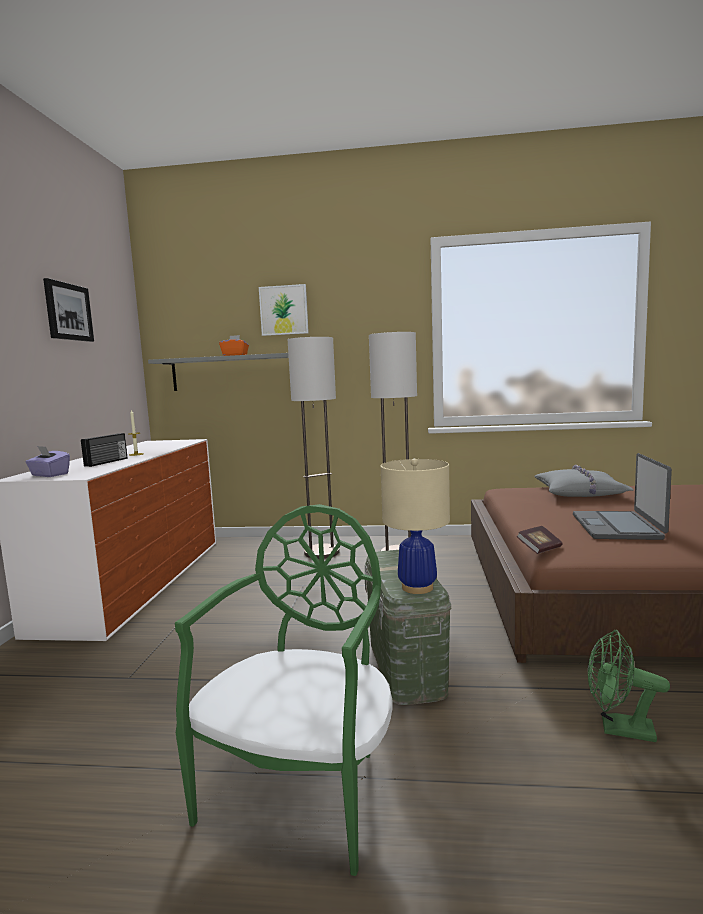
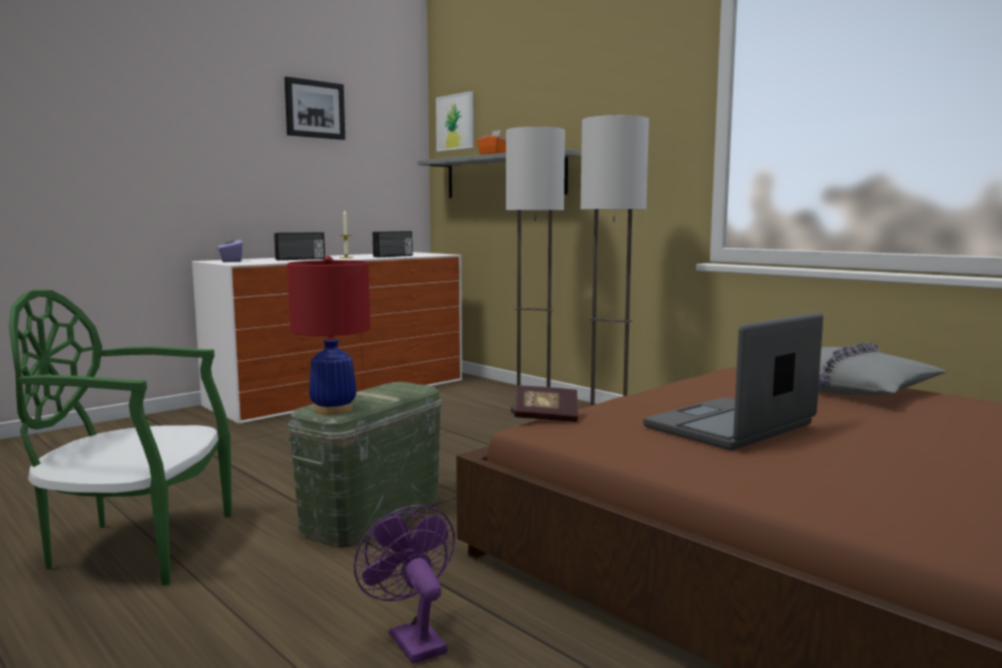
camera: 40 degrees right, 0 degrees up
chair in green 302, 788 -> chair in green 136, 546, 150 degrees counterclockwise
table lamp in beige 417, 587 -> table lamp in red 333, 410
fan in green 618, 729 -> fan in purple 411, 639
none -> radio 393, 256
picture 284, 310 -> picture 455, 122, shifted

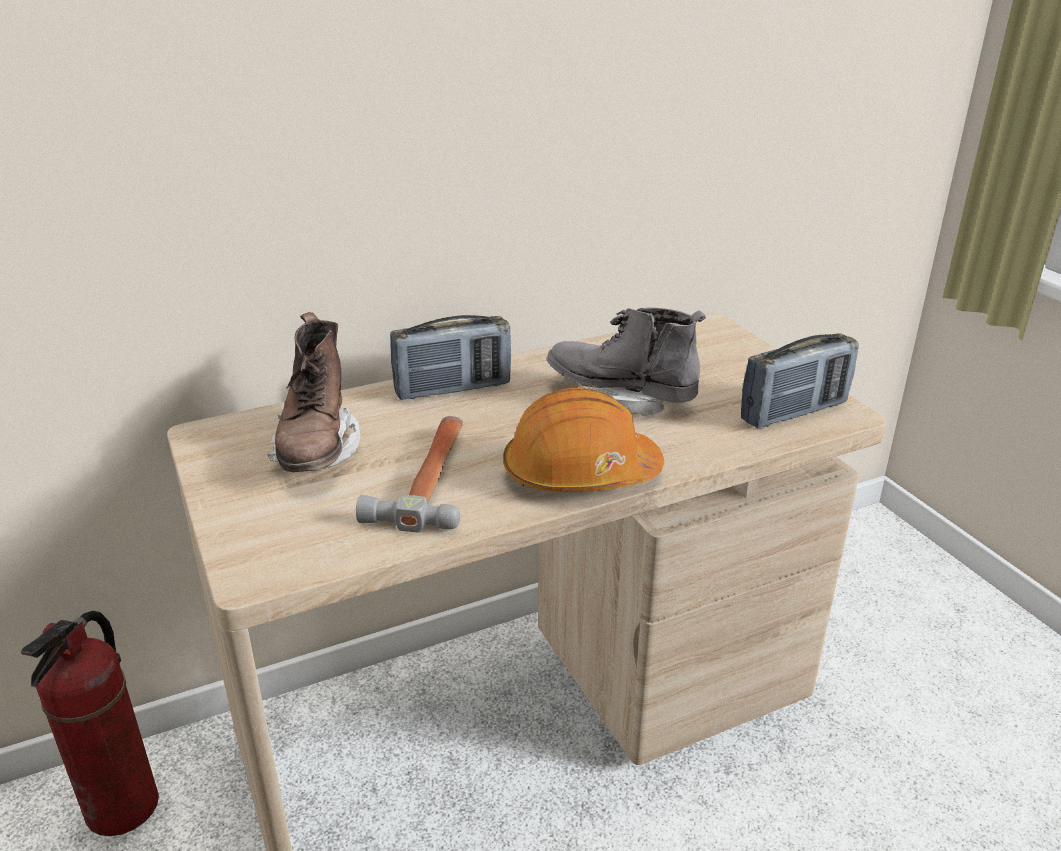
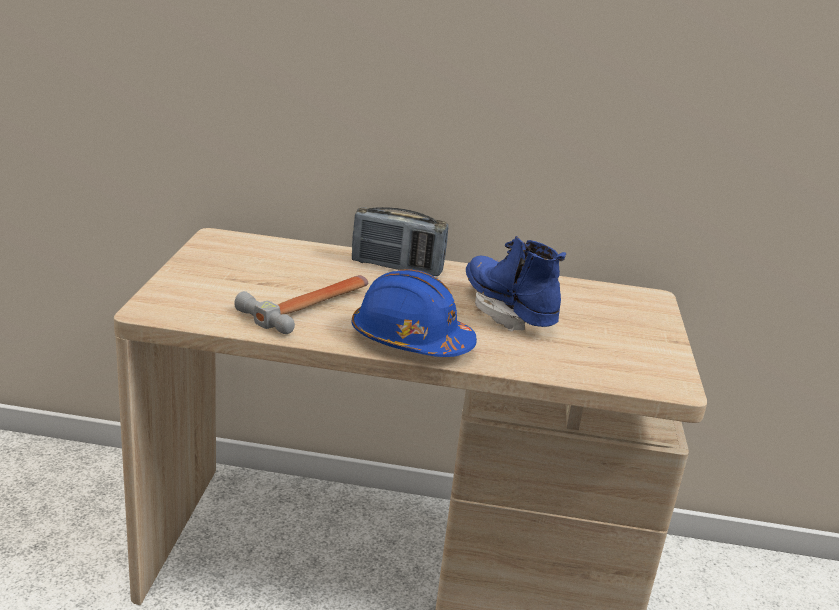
camera: 30 degrees right, 5 degrees down
hard hat in orange 579, 473 -> hard hat in blue 410, 340
boot in grey 621, 396 -> boot in blue 508, 312
fire extinguisher 123, 808 -> none
boot in brown 316, 450 -> none
radio 794, 412 -> none

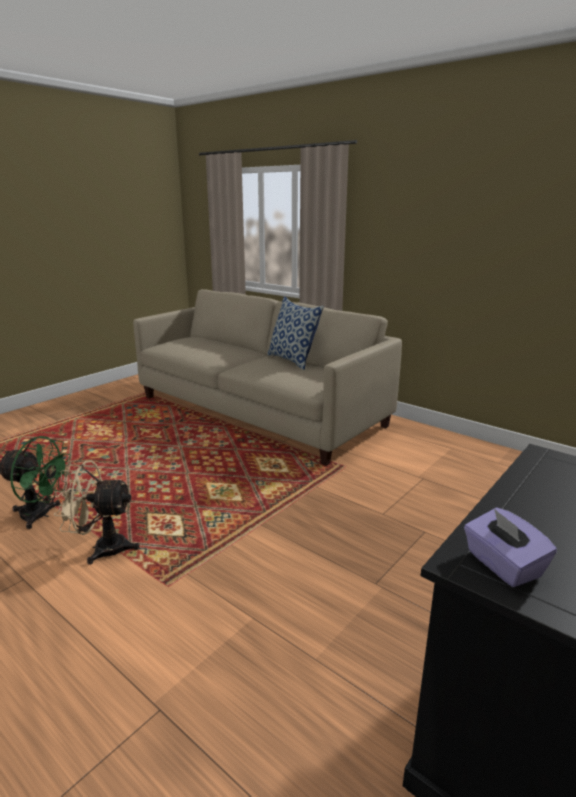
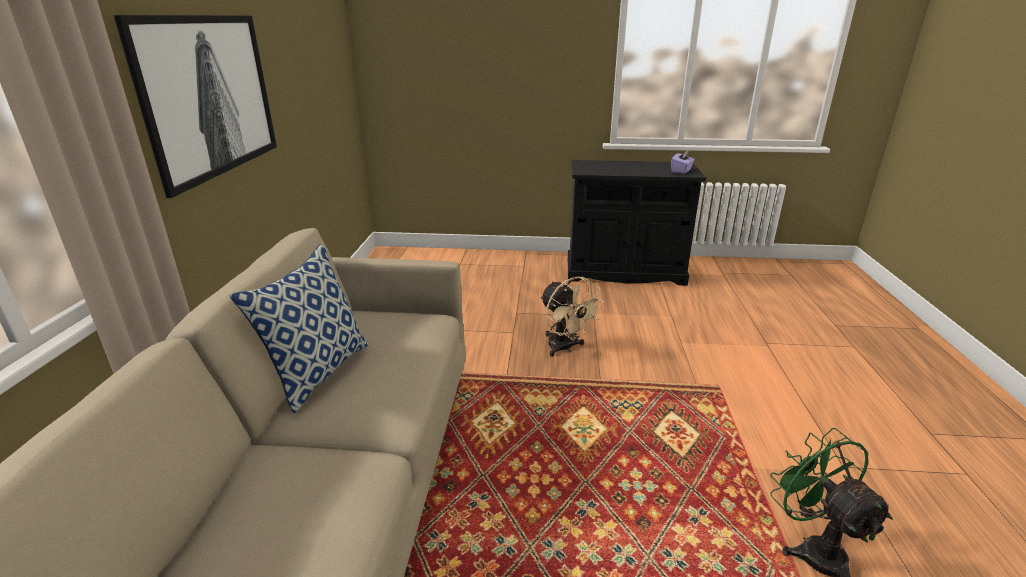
camera: 125 degrees left, 5 degrees up
none -> picture 208, 96
fan in beige 102, 548 -> fan in beige 565, 348, shifted

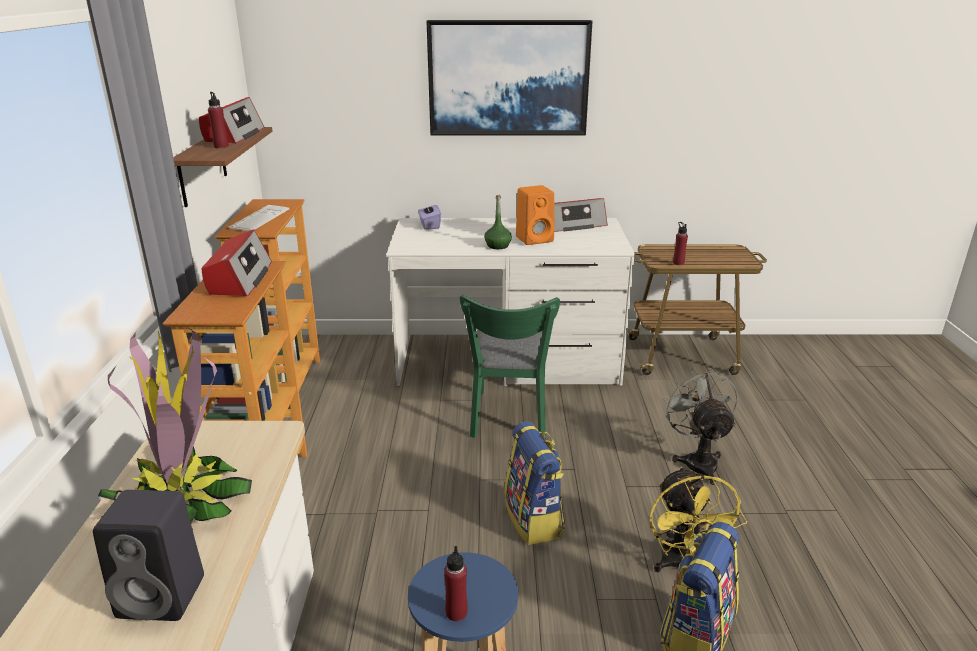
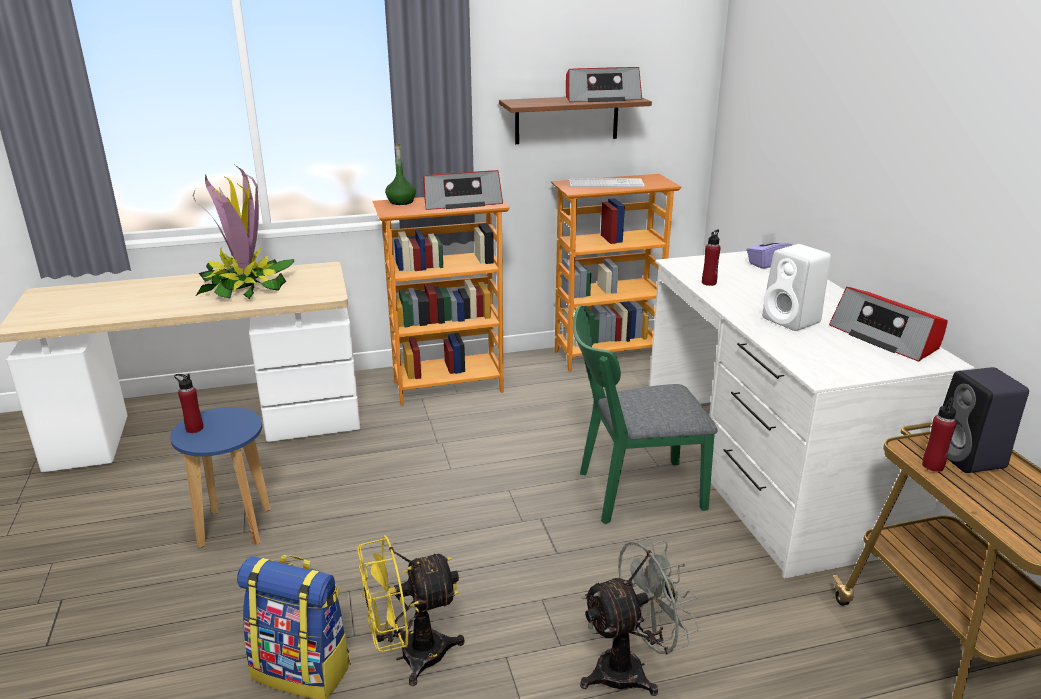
camera: 75 degrees right, 0 degrees up
bottle in green 497, 246 -> bottle in green 401, 202, shifted
bottle in red 221, 146 -> bottle in red 709, 283, shifted
speaker in orange 535, 239 -> speaker in white 793, 321
speaker in black 164, 596 -> speaker in black 970, 458, shifted
picture 508, 78 -> none
backpack 534, 520 -> none

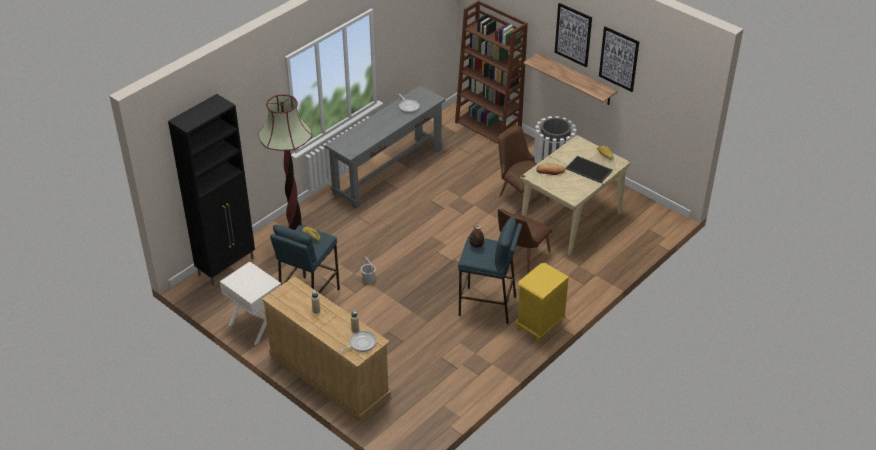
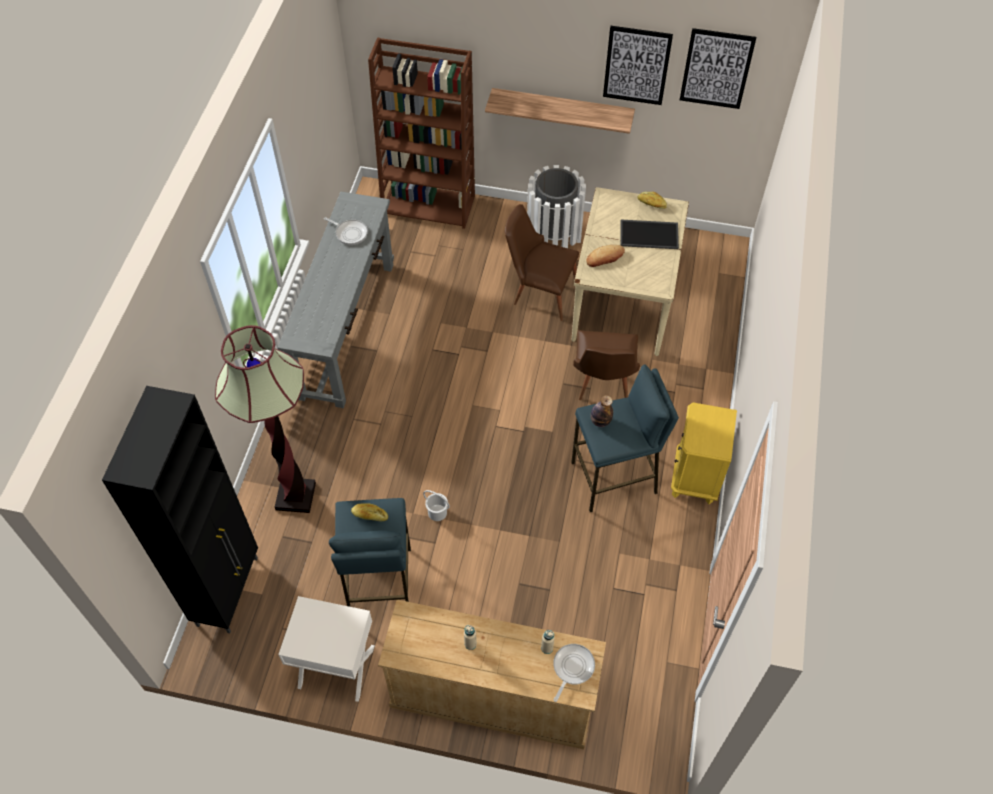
camera: 30 degrees left, 15 degrees up
picture 573, 35 -> picture 716, 68, shifted

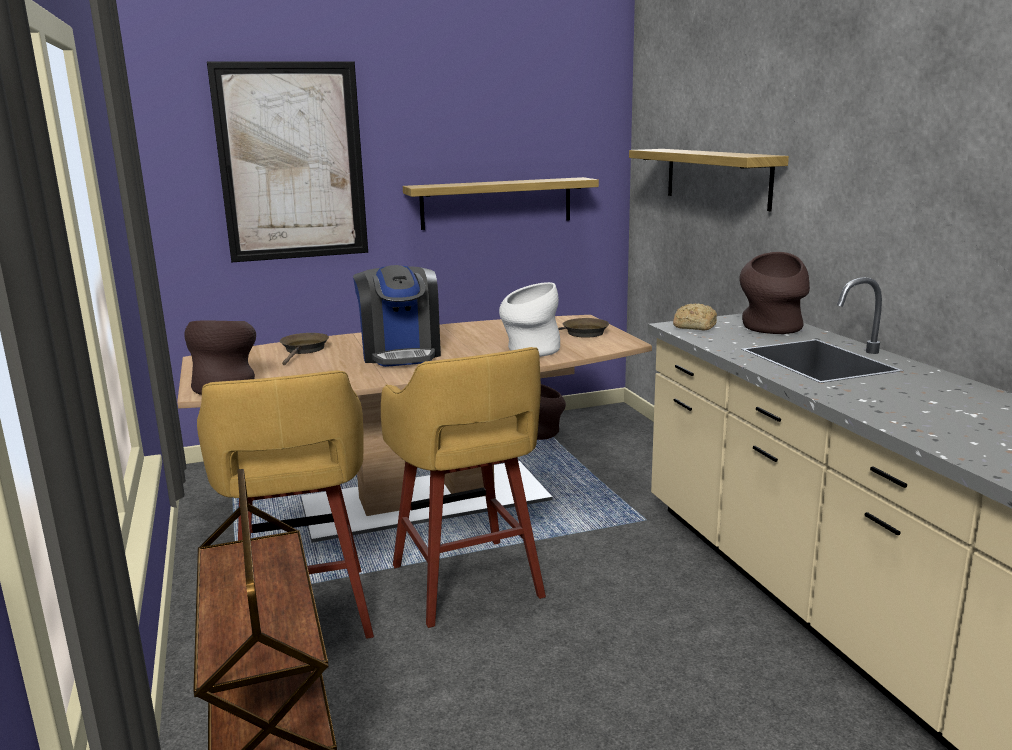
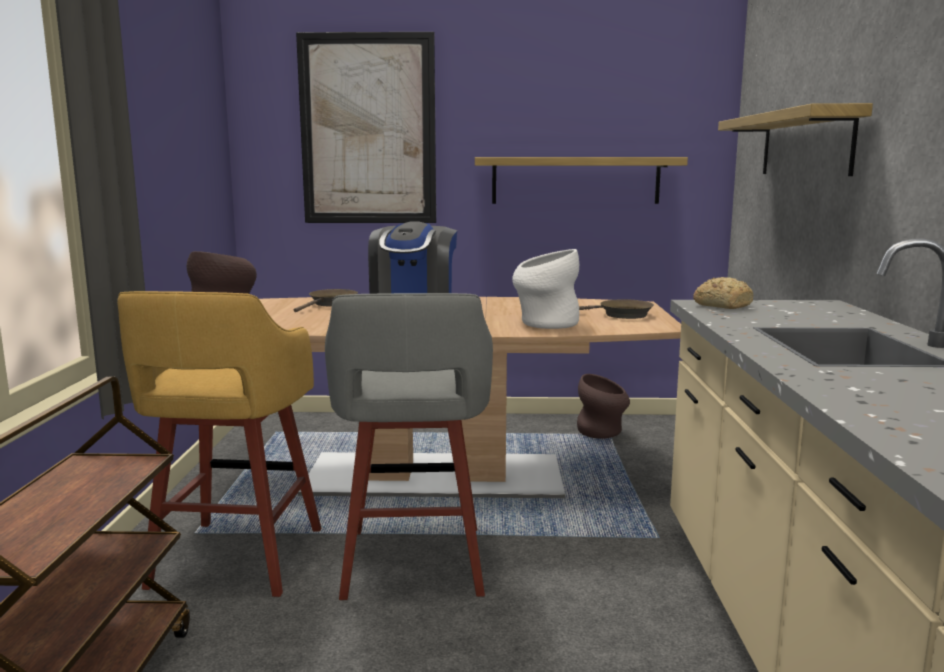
camera: 20 degrees right, 5 degrees down
stool in yellow 467, 584 -> stool in grey 413, 565
vase in brown 771, 329 -> none

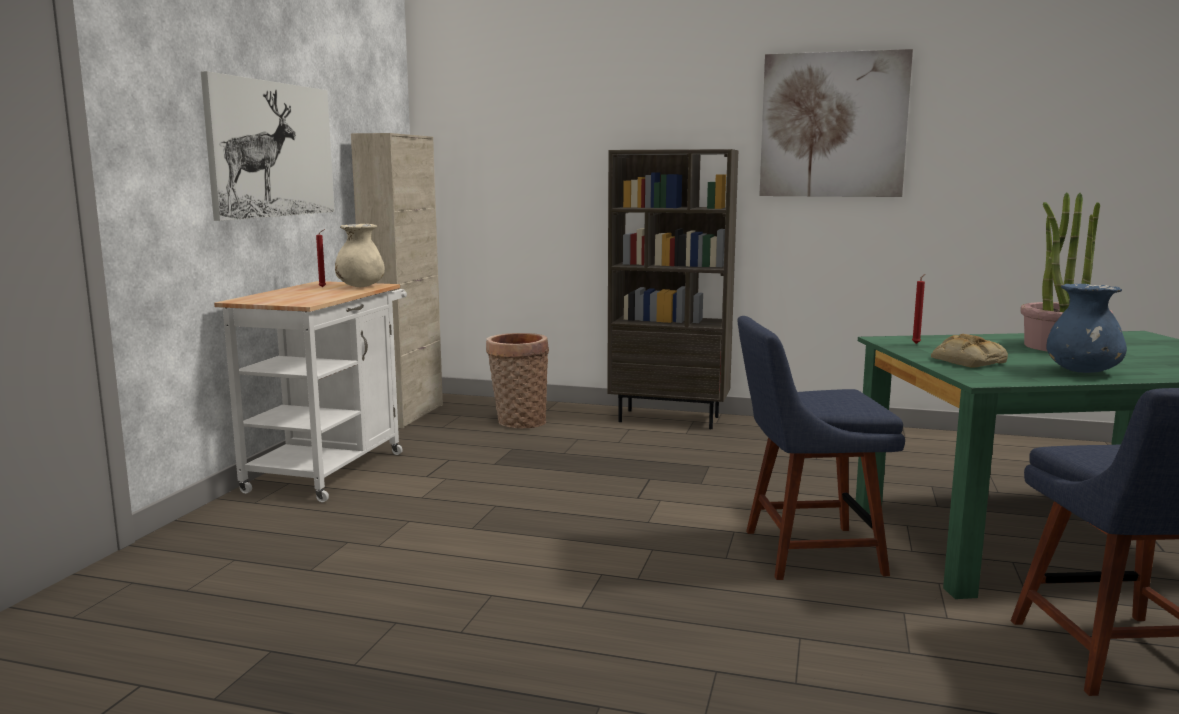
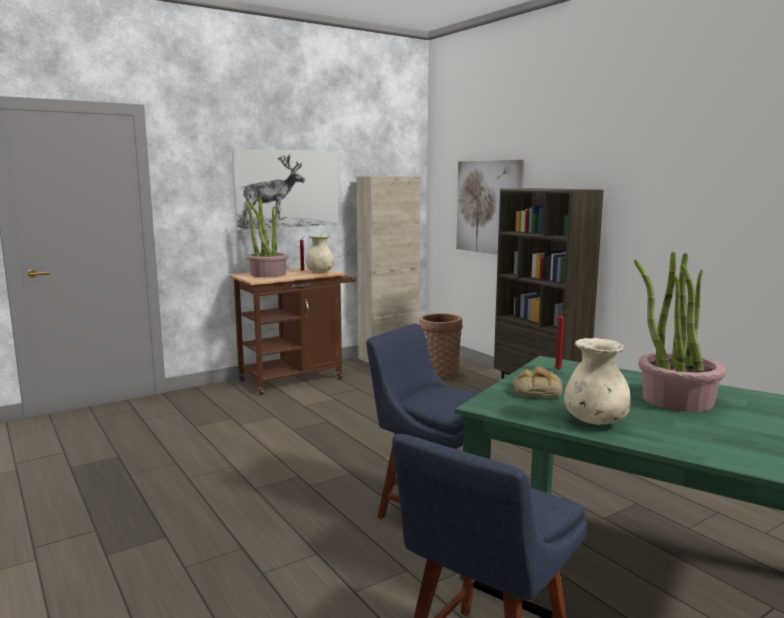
camera: 40 degrees right, 0 degrees up
cart in white 331, 468 -> cart in brown 297, 378
none -> potted plant 268, 274
picture 833, 125 -> picture 489, 207, shifted
vase in blue 1083, 372 -> vase in beige 594, 422

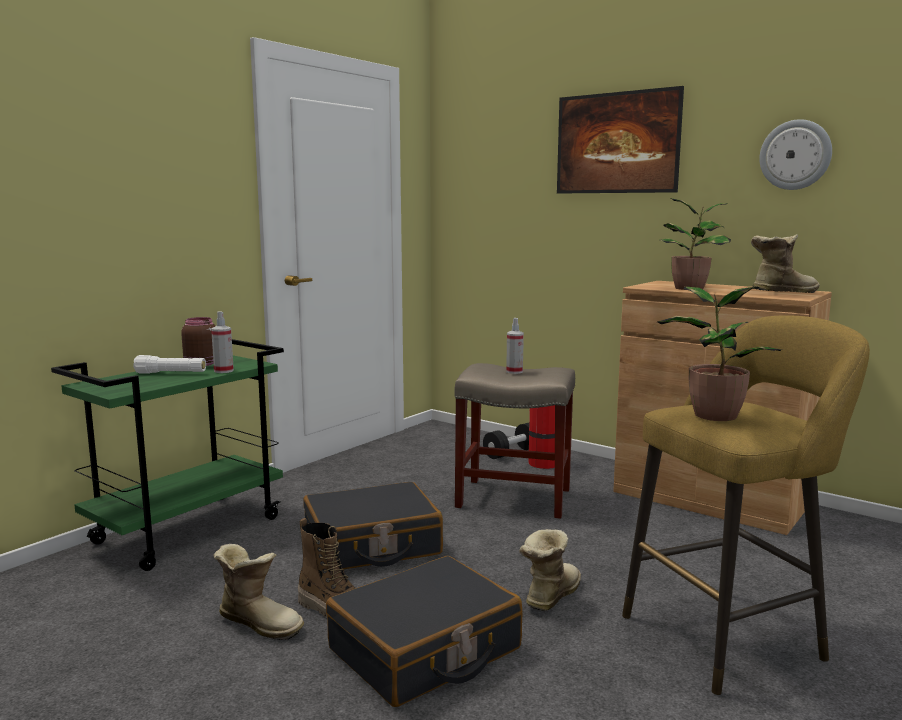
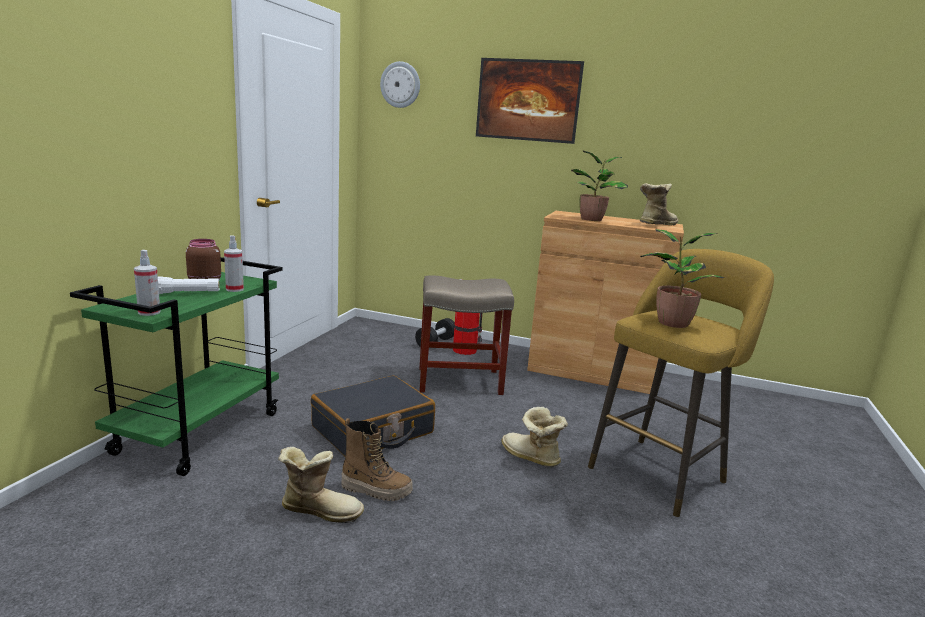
camera: 20 degrees left, 5 degrees up
spray bottle 514, 371 -> spray bottle 149, 312, shifted
wall clock 795, 155 -> wall clock 400, 85, shifted
boot 549, 596 -> boot 530, 458, 60 degrees counterclockwise
suitcase in black 425, 650 -> none

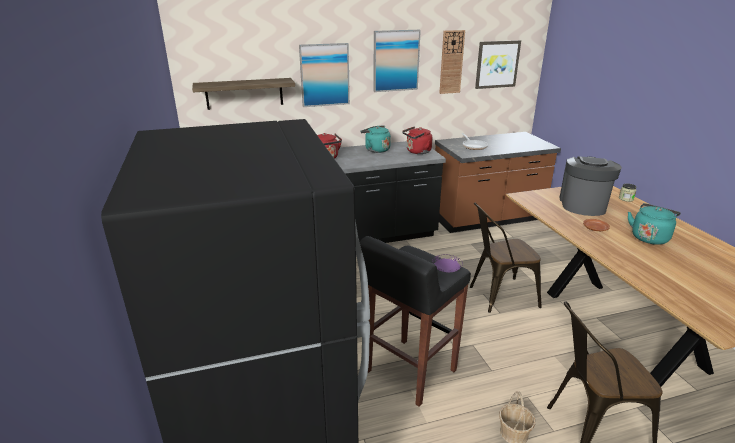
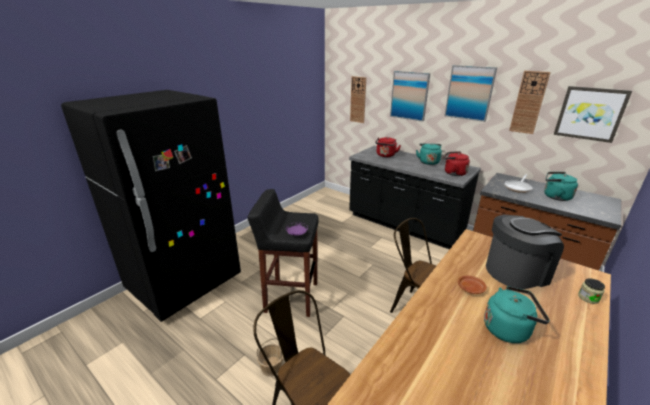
camera: 55 degrees right, 0 degrees up
shelf 244, 93 -> wall clock 358, 100
none -> kettle in turquoise 555, 196

